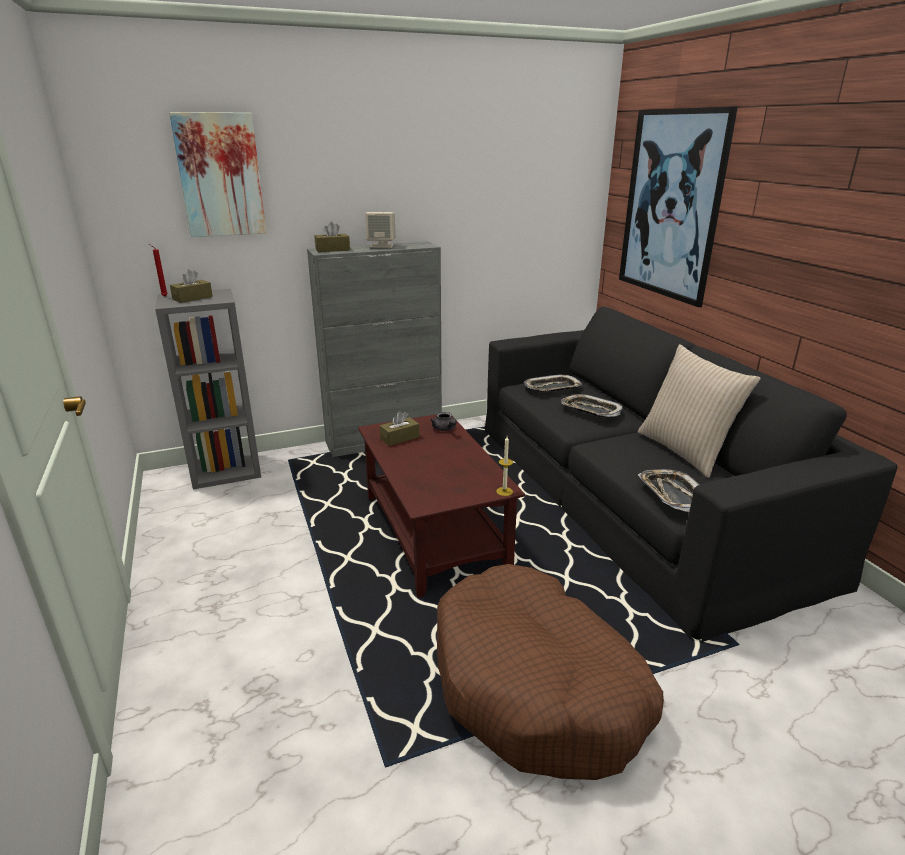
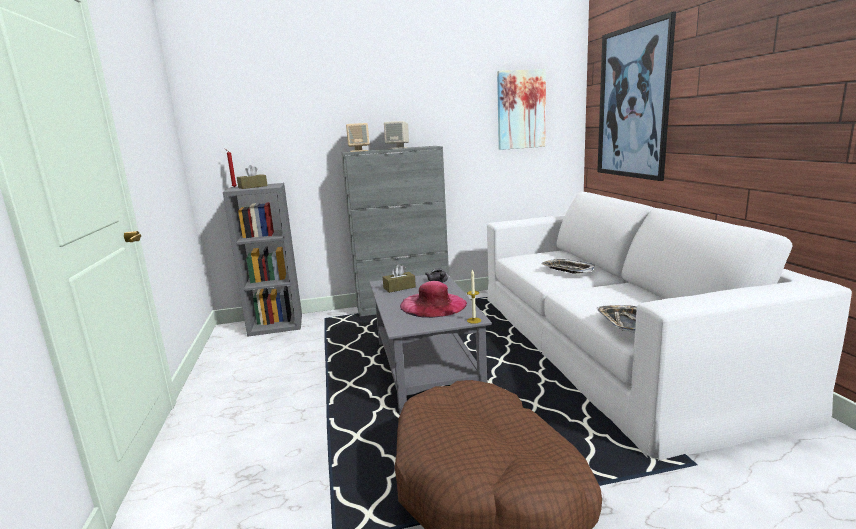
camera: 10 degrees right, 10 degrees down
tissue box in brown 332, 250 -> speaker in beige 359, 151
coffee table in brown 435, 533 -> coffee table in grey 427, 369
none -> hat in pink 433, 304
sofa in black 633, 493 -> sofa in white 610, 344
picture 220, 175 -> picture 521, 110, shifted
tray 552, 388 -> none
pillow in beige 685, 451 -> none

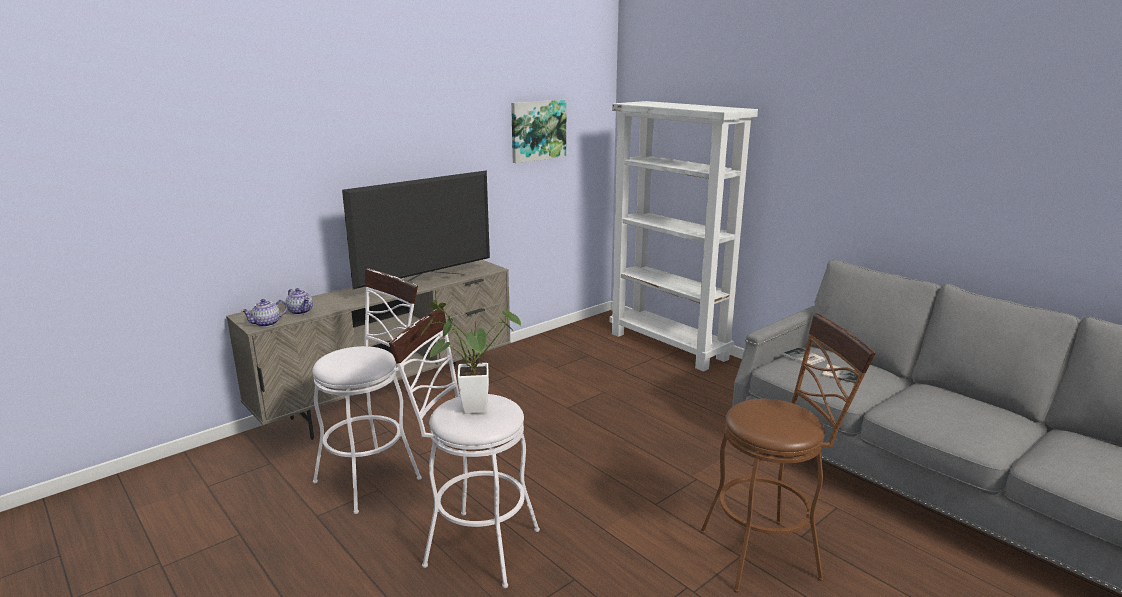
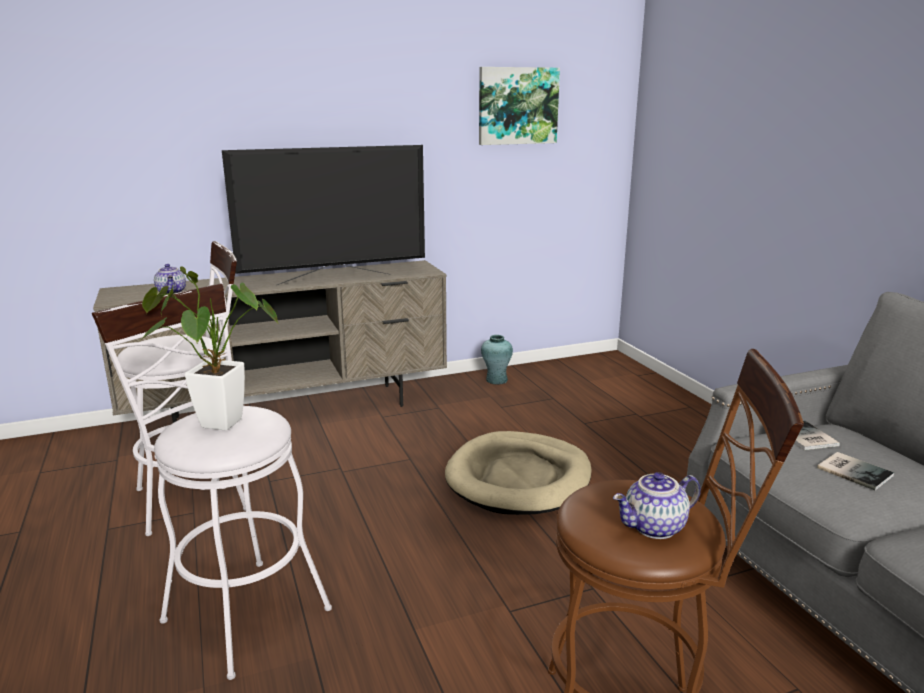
camera: 20 degrees right, 0 degrees up
none -> dog bed in beige 519, 478
none -> vase in turquoise 496, 380
teapot 266, 324 -> teapot 654, 528, shifted
bookcase in white 669, 346 -> none

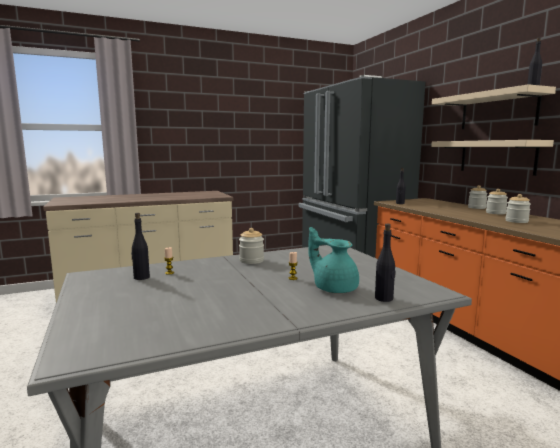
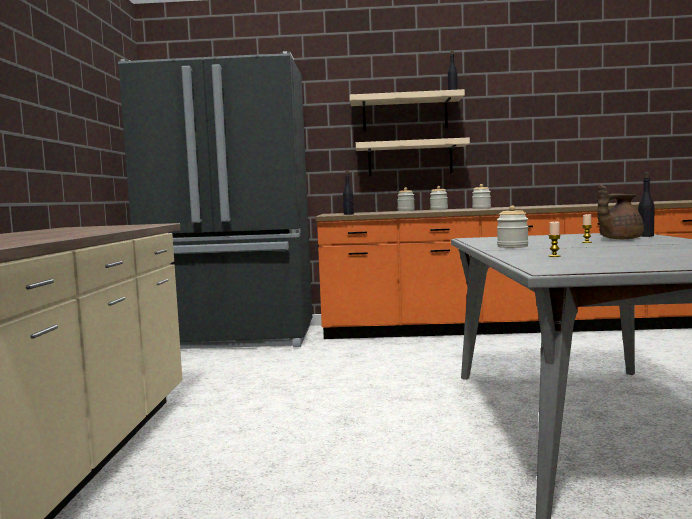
camera: 65 degrees left, 5 degrees down
teapot in turquoise 334, 288 -> teapot in brown 618, 239
bottle in black 141, 277 -> none

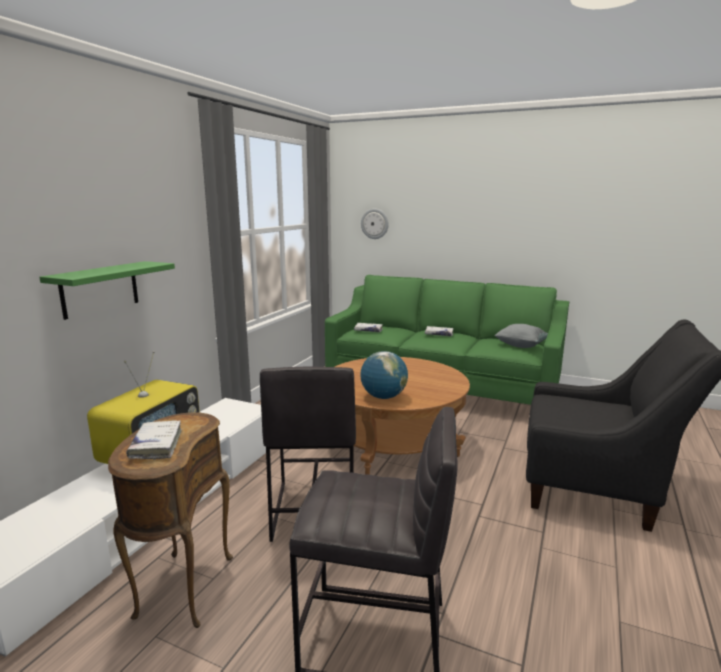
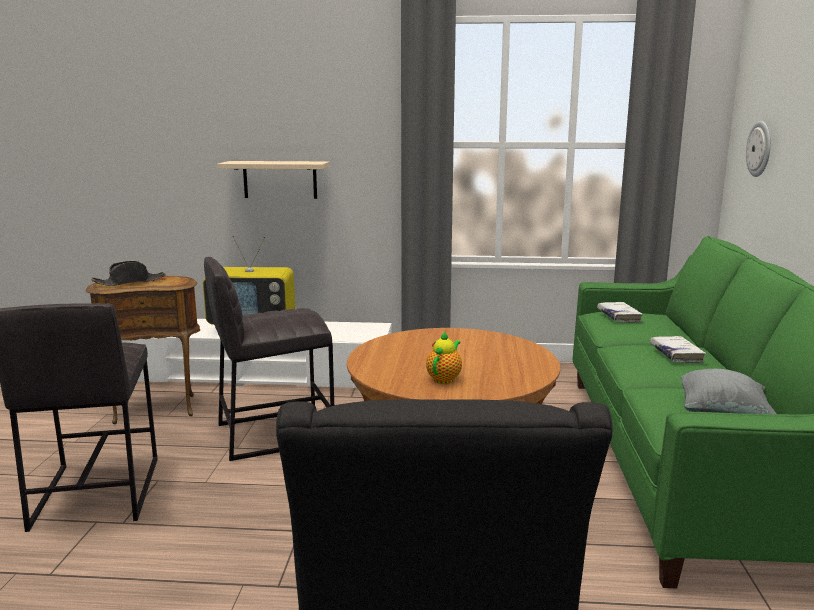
camera: 70 degrees right, 0 degrees up
book in white 156, 445 -> hat in black 130, 282
shelf in green 100, 289 -> shelf in beige 280, 179
none -> teapot 445, 378
globe 383, 397 -> none

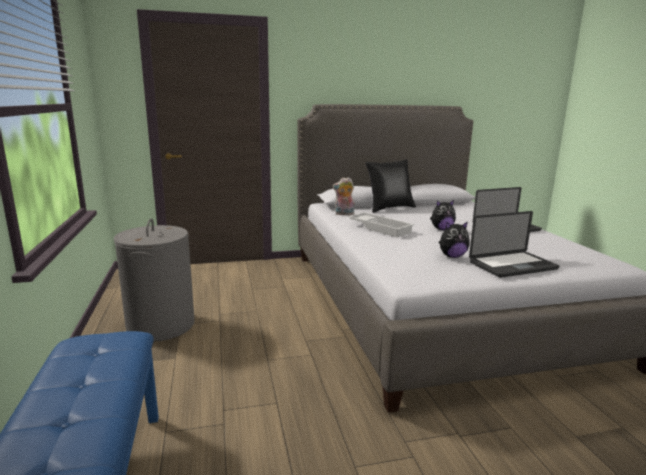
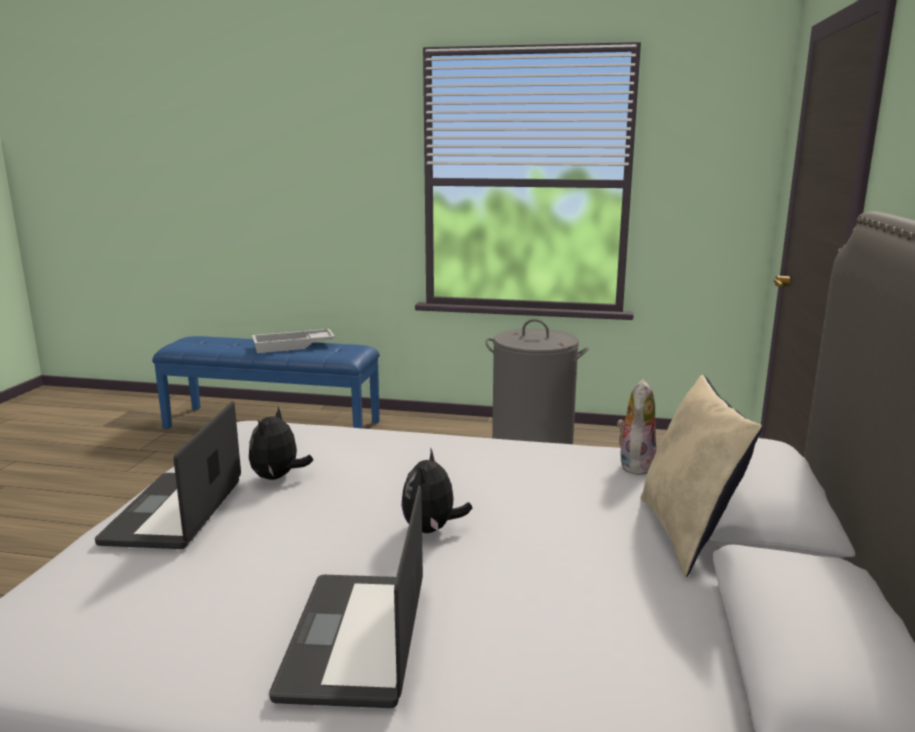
camera: 115 degrees right, 0 degrees up
tray in white 380, 228 -> tray in white 293, 346, shifted
pillow in black 389, 208 -> pillow in beige 688, 534

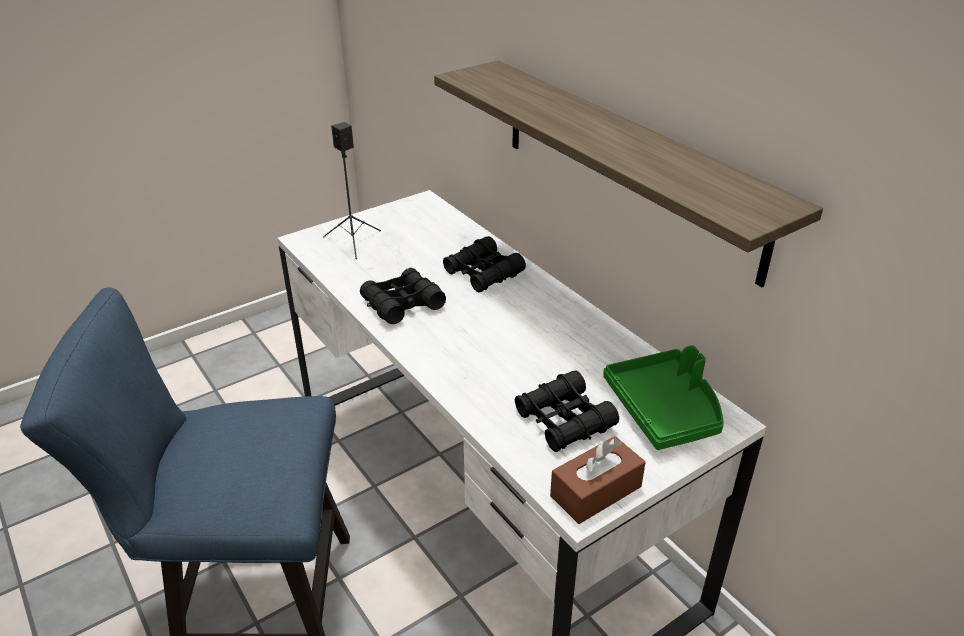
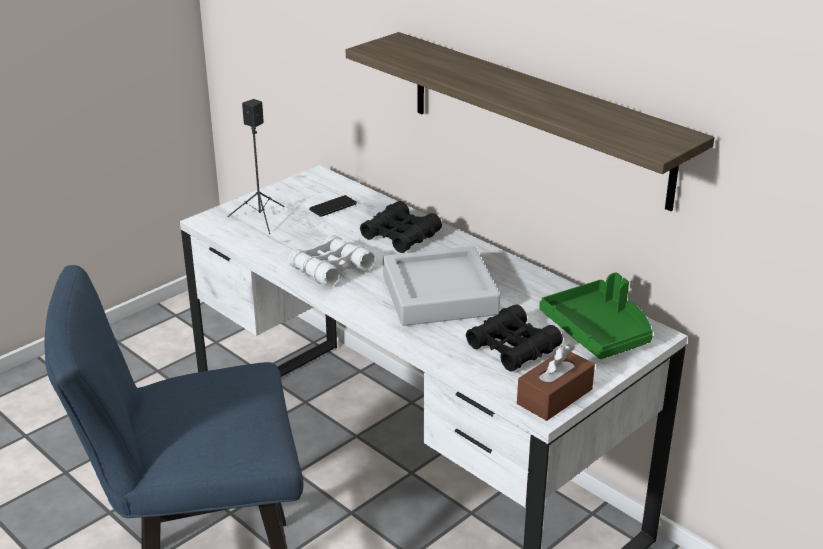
camera: 10 degrees left, 5 degrees down
binoculars in black 402, 304 -> binoculars in white 331, 269
none -> phone 333, 207
none -> tray in grey 439, 295

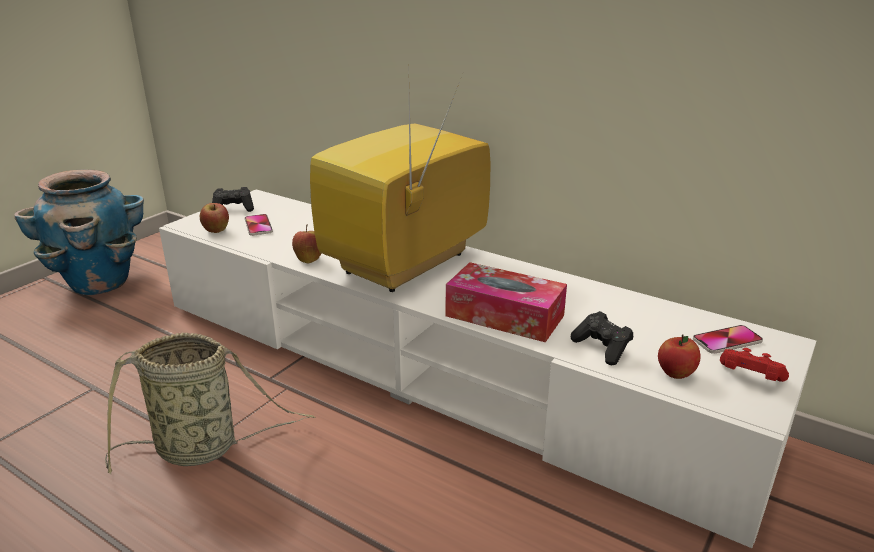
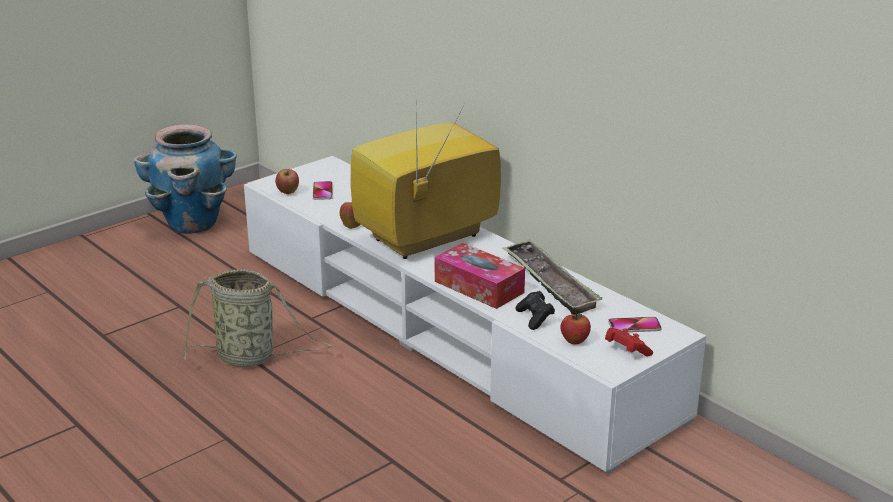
camera: 15 degrees right, 0 degrees up
none -> tray 550, 283
game controller in black 233, 209 -> none

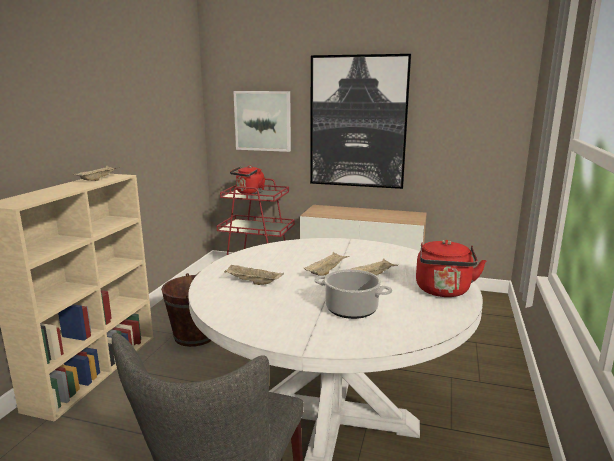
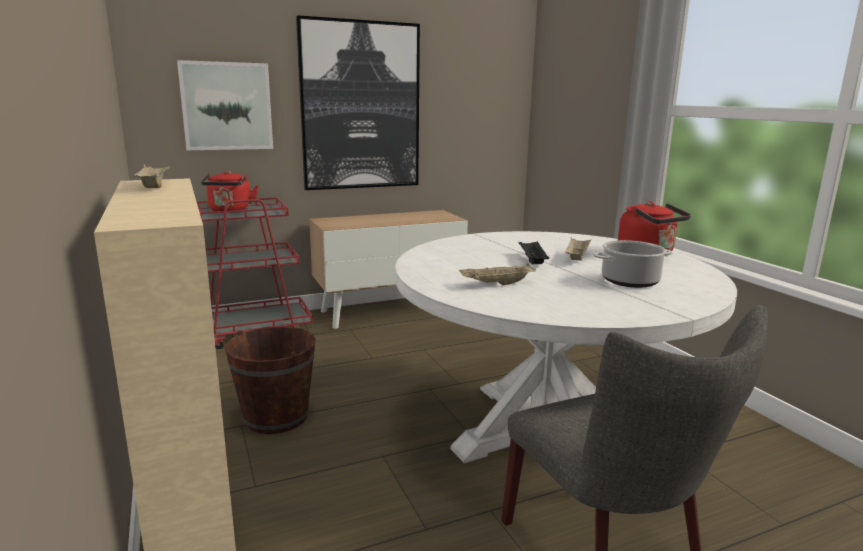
camera: 40 degrees left, 0 degrees up
tray in beige 326, 271 -> tray in black 532, 261

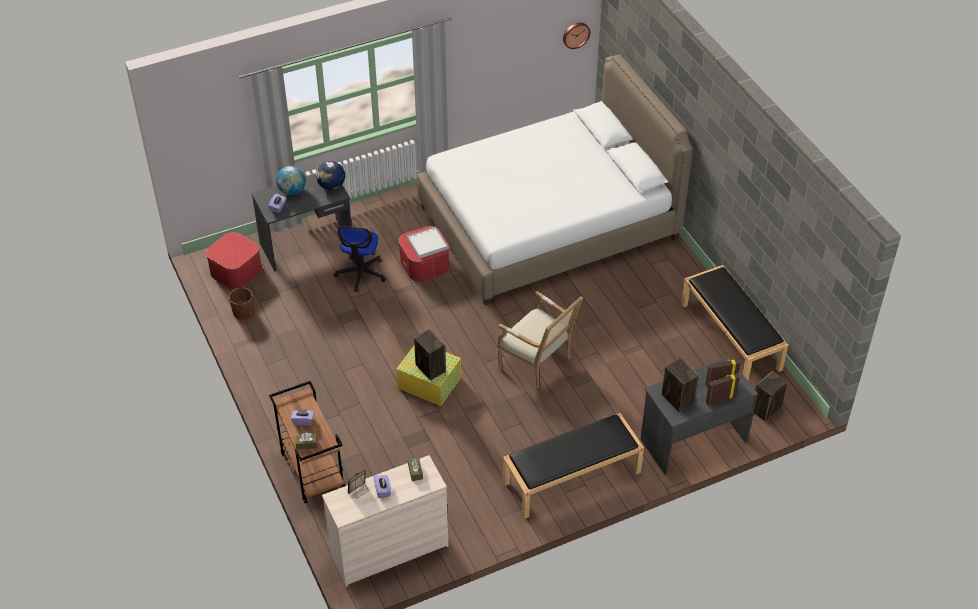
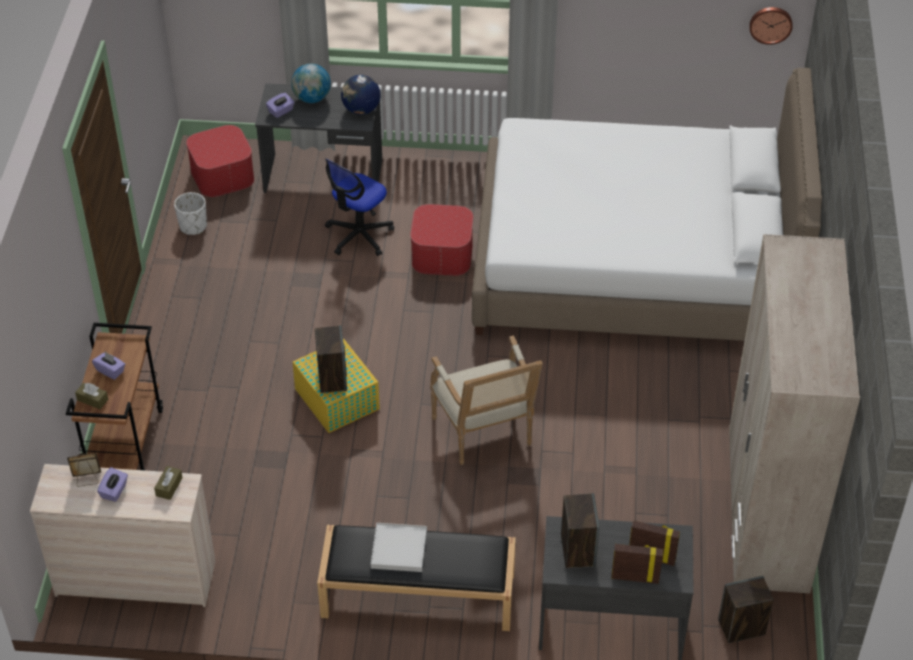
camera: 30 degrees right, 0 degrees up
planter in brown 243, 312 -> planter in white 193, 226
tray in white 427, 244 -> tray in white 399, 549, shifted
bench in black 731, 337 -> wardrobe in beige 767, 511

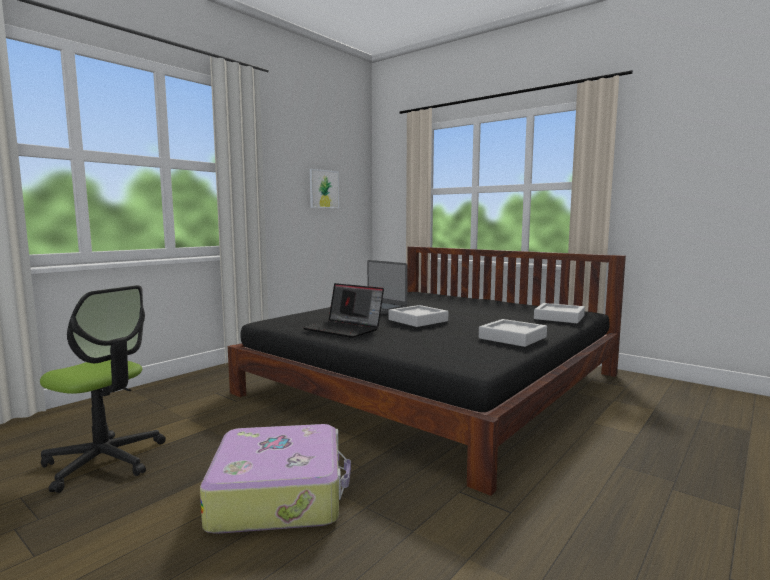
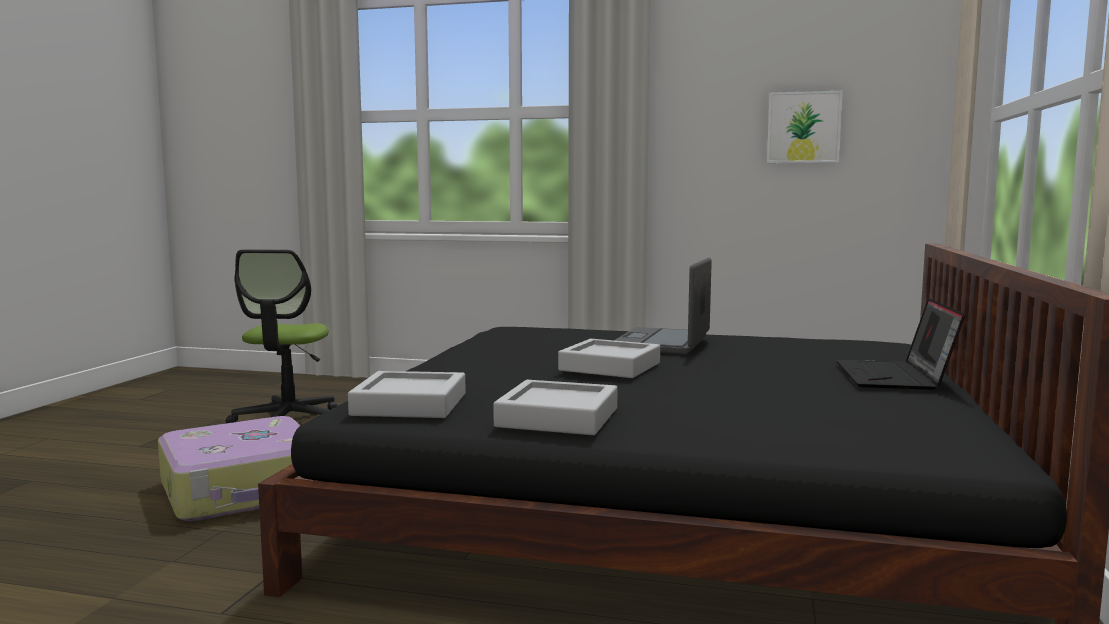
camera: 65 degrees right, 0 degrees up
tray in grey 559, 317 -> tray in grey 410, 404, shifted
laptop 345, 329 -> laptop 895, 377, shifted

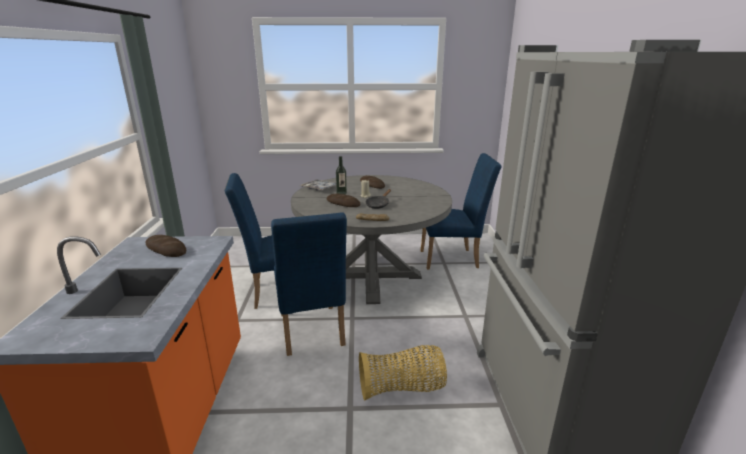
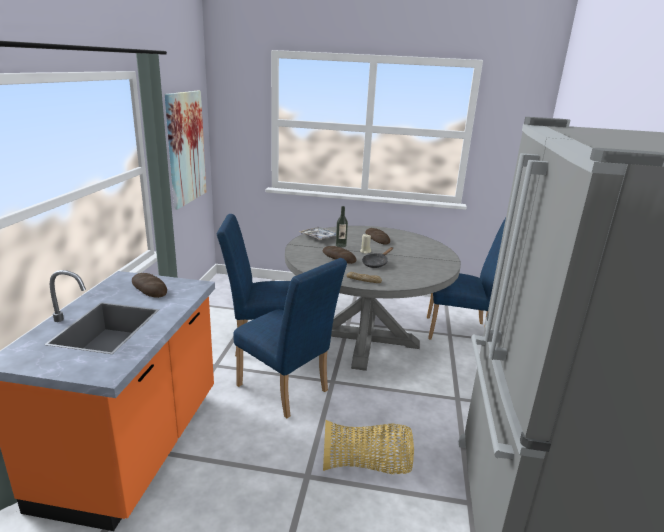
camera: 10 degrees right, 0 degrees up
none -> picture 185, 148
chair in blue 311, 333 -> chair in blue 286, 391, 45 degrees counterclockwise

